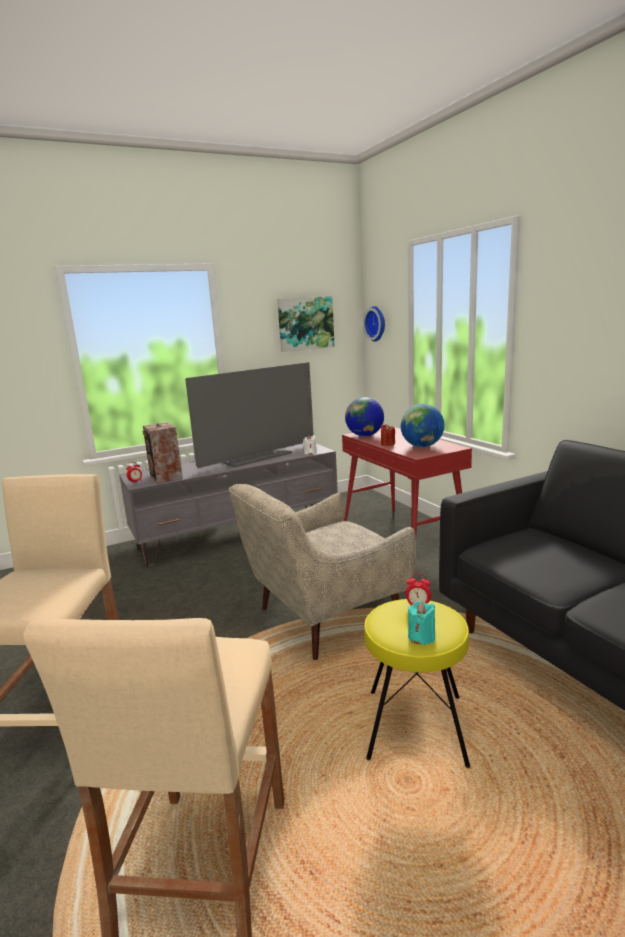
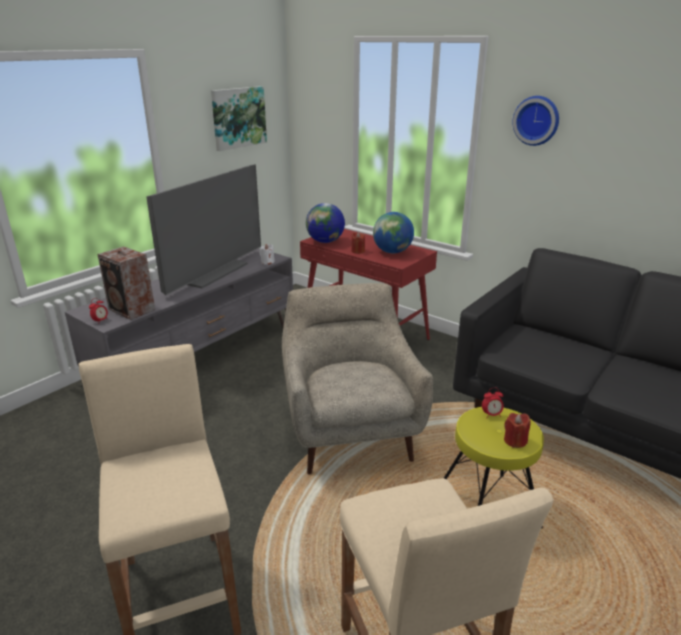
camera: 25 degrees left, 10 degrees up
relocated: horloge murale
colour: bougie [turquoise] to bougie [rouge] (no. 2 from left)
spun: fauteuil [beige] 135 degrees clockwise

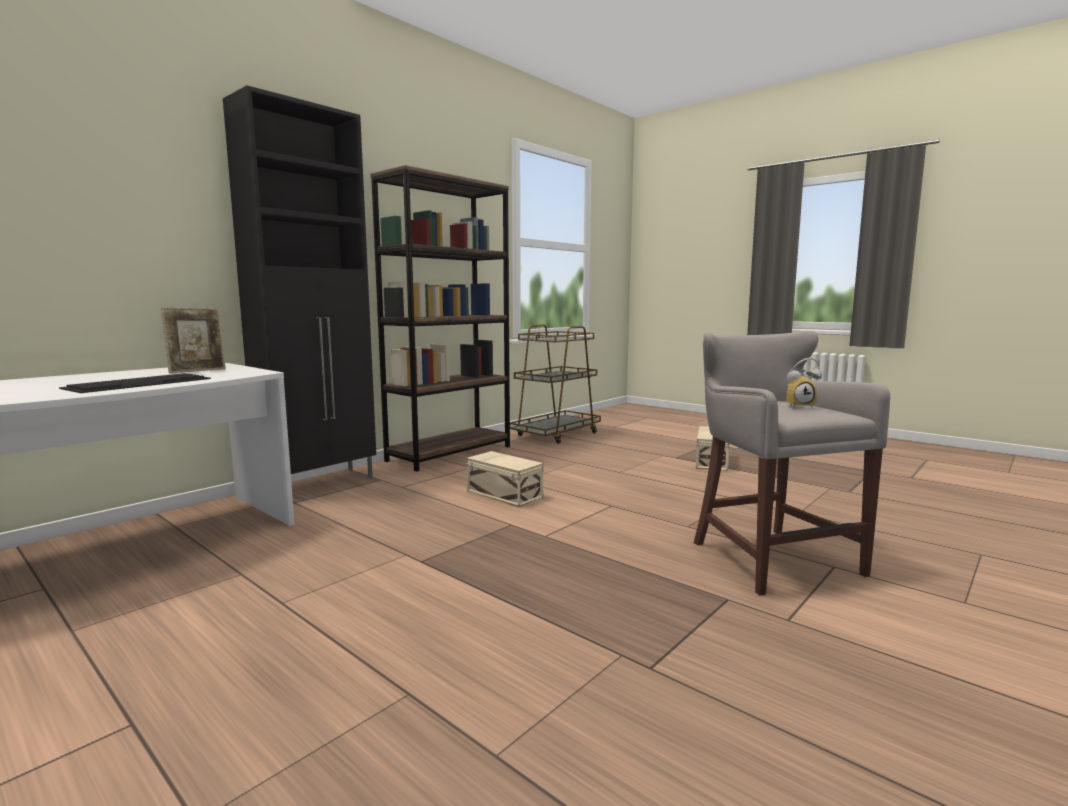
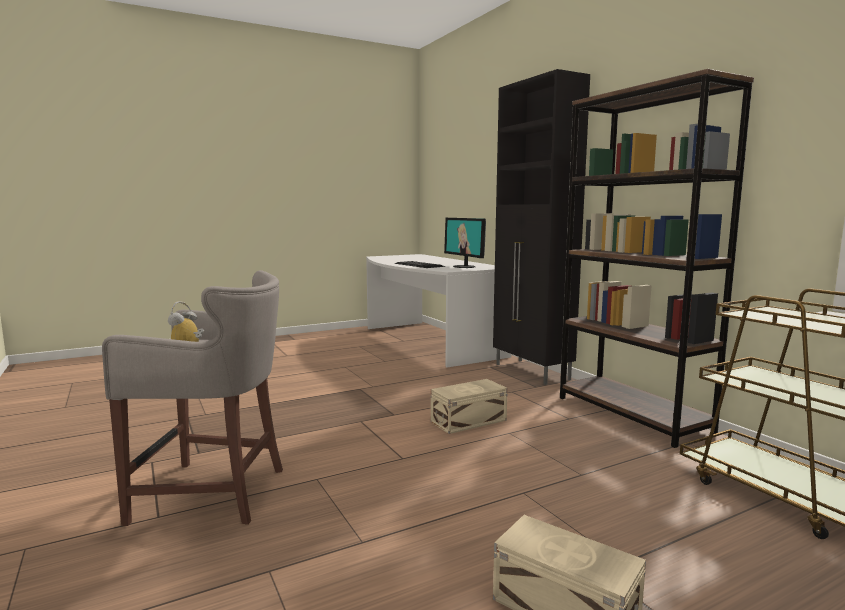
camera: 110 degrees right, 0 degrees up
exchanged: cadre photo to écran d'ordinateur

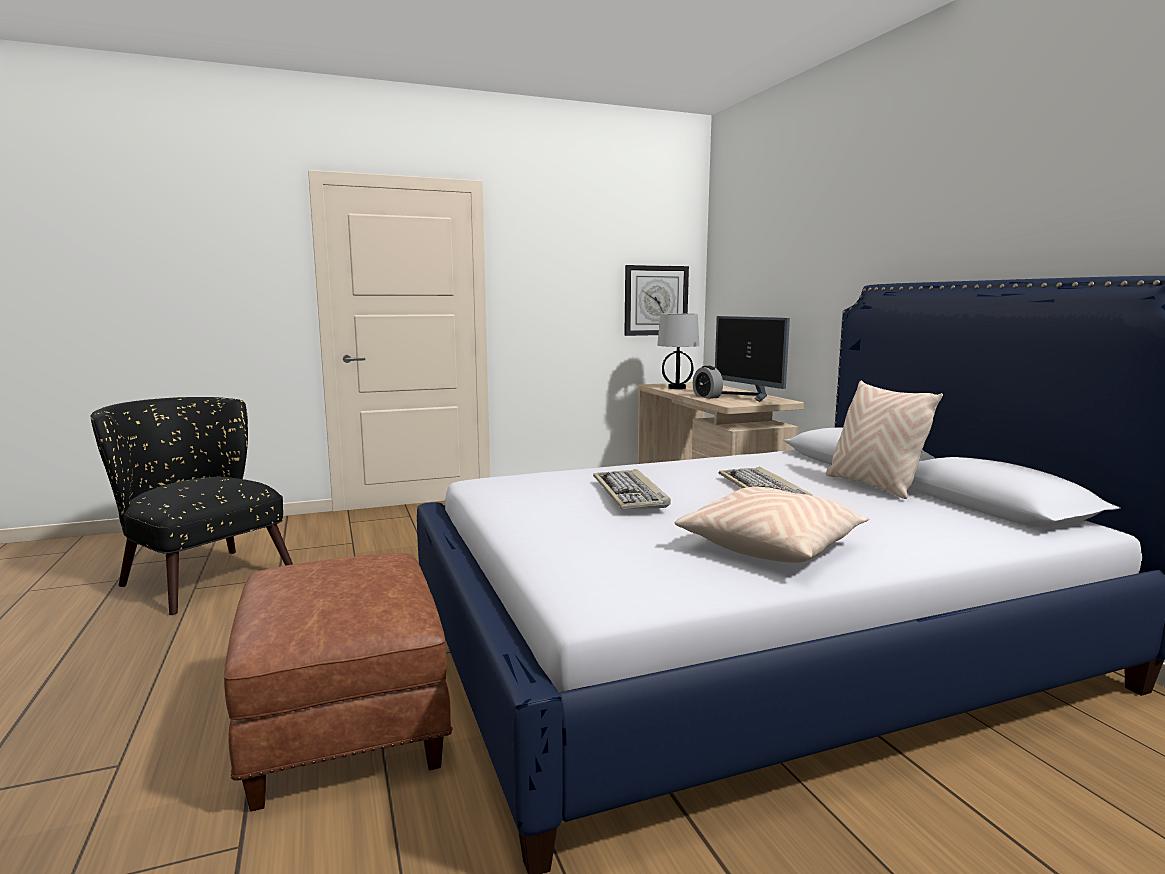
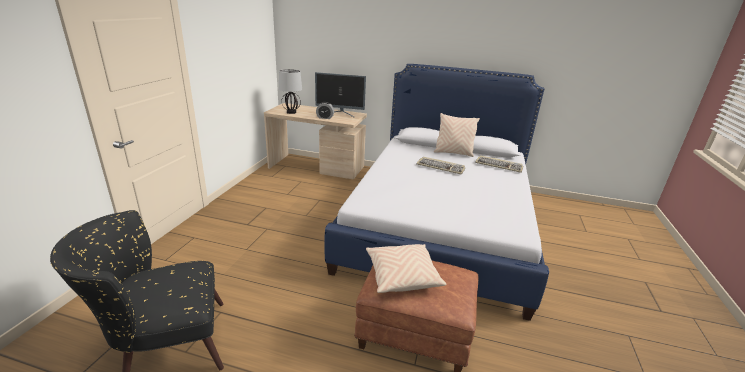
camera: 55 degrees left, 15 degrees up
missing: horloge murale
relocated: clavier (no. 1 from left in the first image) to clavier (no. 2 from left); coussin [beige] (no. 1 from left)

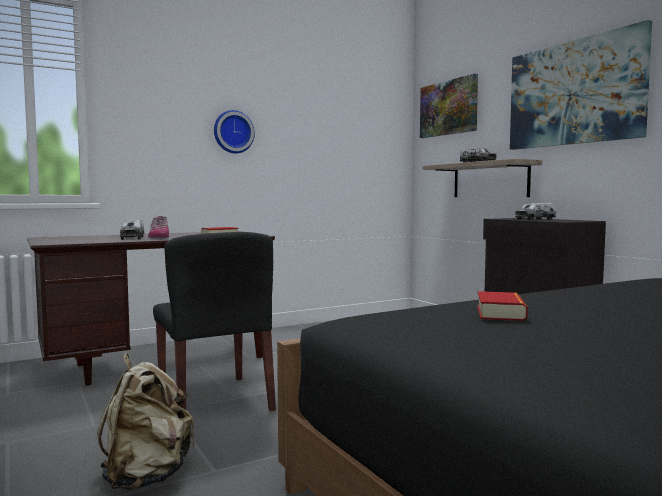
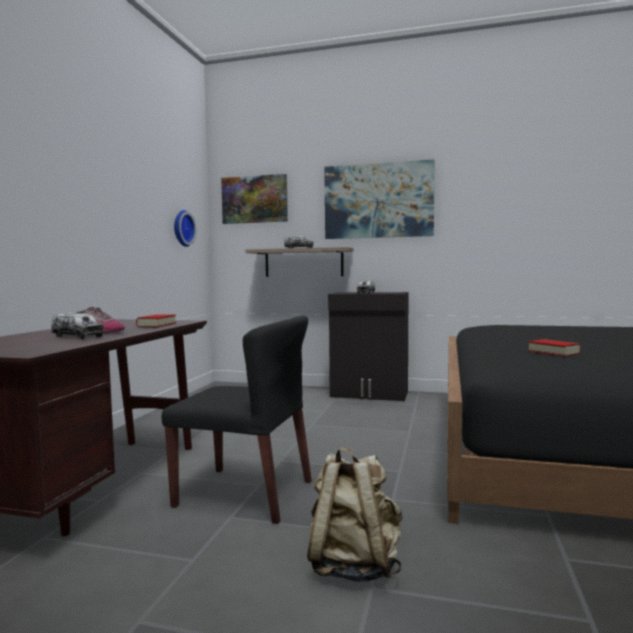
camera: 45 degrees left, 0 degrees up
relocated: horloge murale

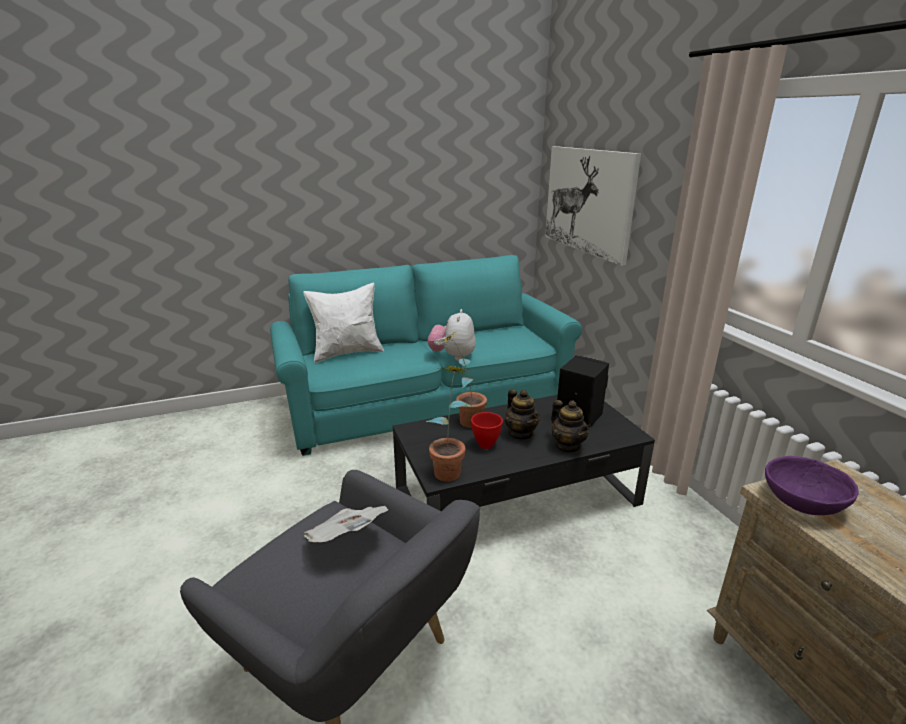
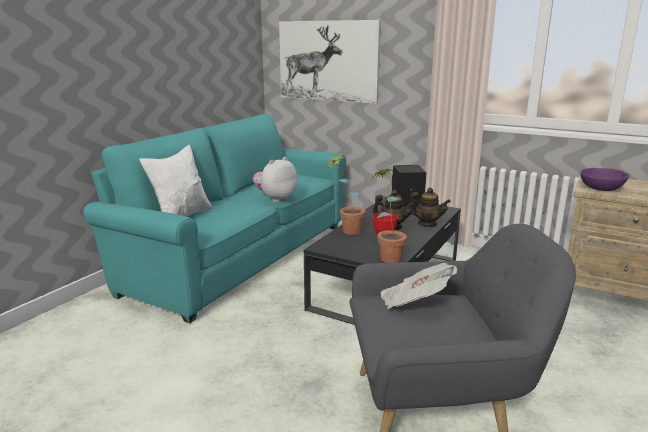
camera: 40 degrees left, 5 degrees down
spun: peluche 75 degrees clockwise

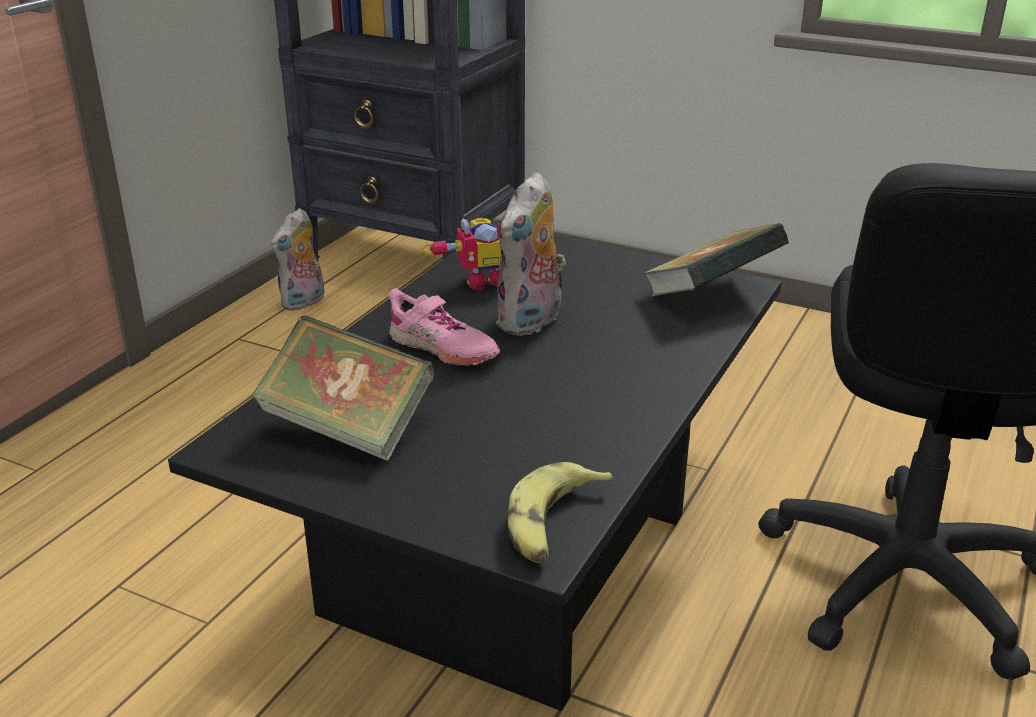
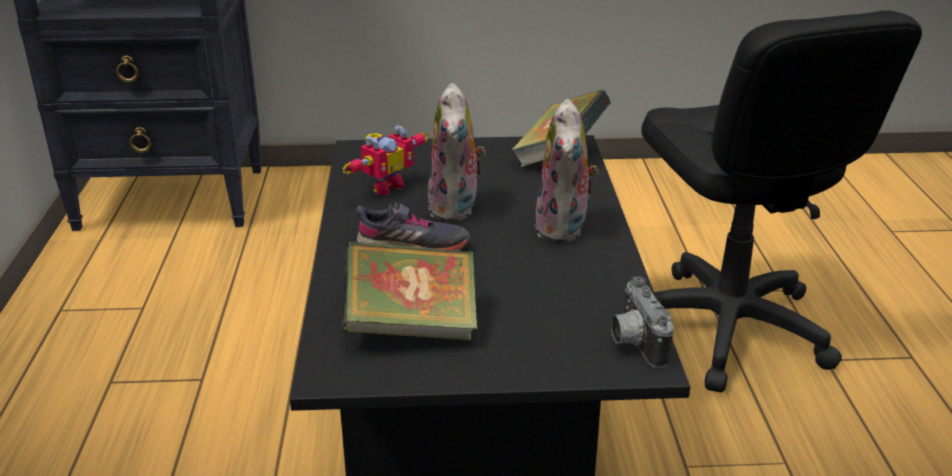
camera: 30 degrees left, 0 degrees up
relocated: peluche (no. 1 from left in the first image) to peluche (no. 2 from left)
exchanged: banane to appareil photo
colour: chaussure [rose] to chaussure [gris]

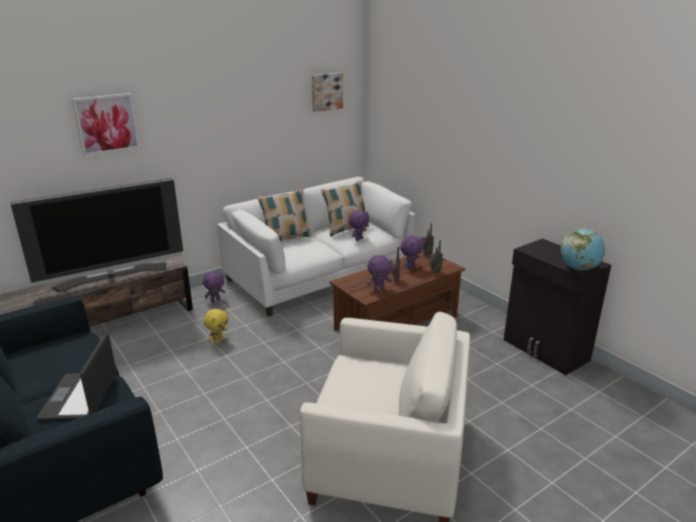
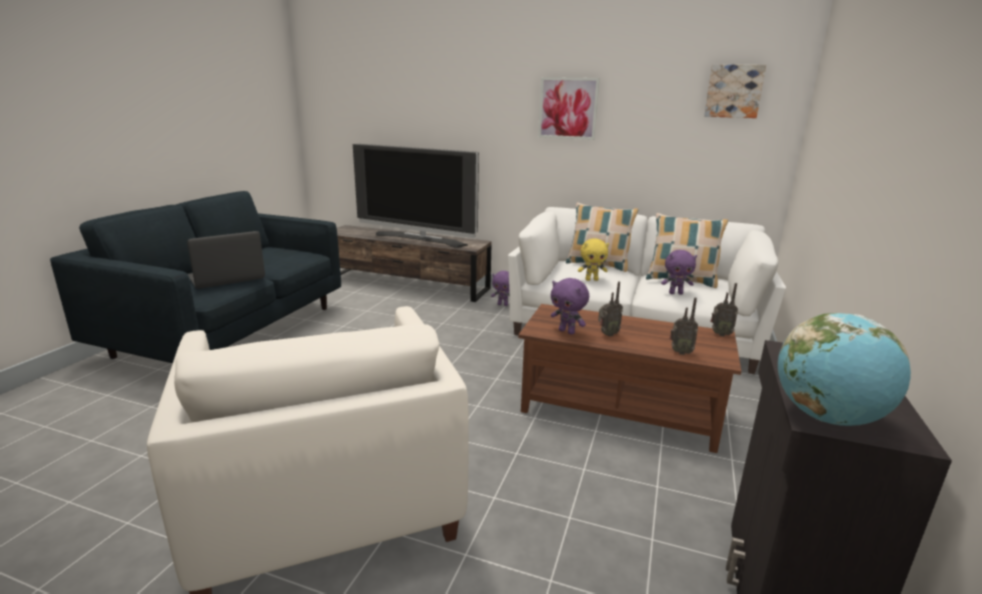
camera: 55 degrees right, 5 degrees down
missing: peluche [violet] (no. 4 from left)
relocated: tableau (no. 1 from left); peluche [jaune]

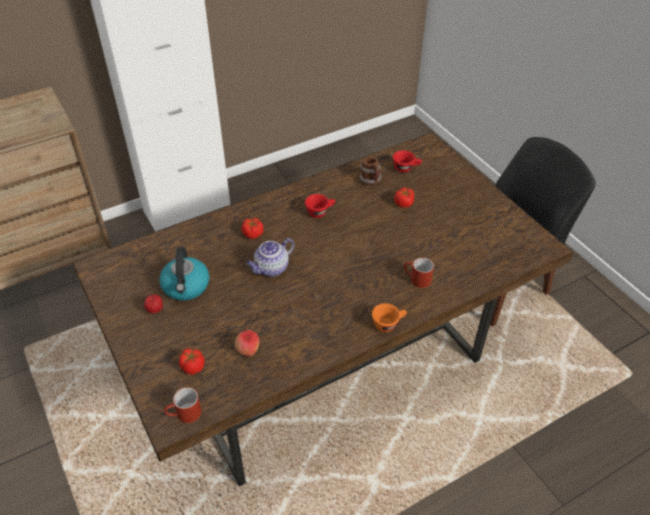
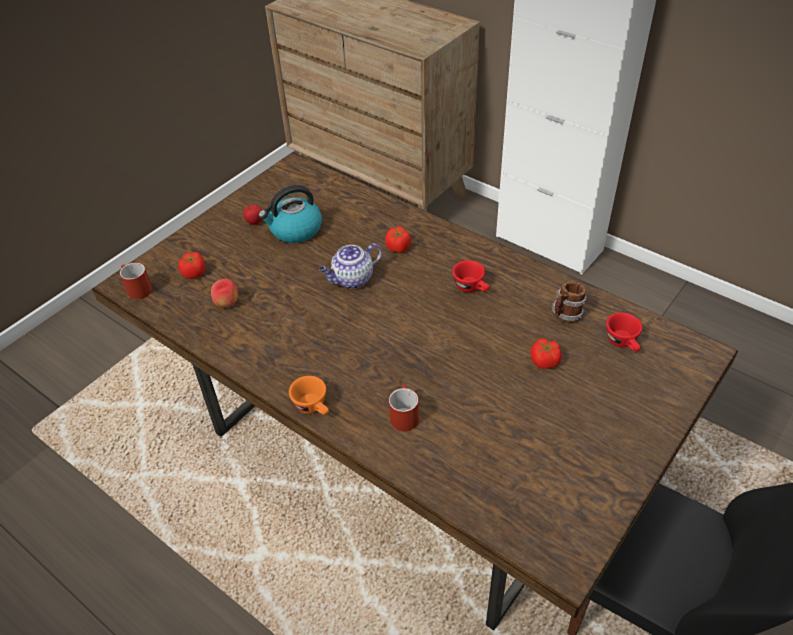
camera: 70 degrees right, 0 degrees up
spun: théière 60 degrees counterclockwise

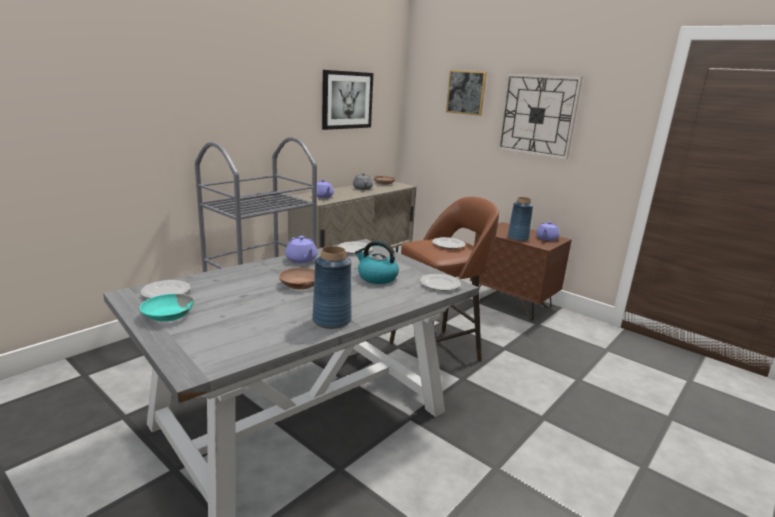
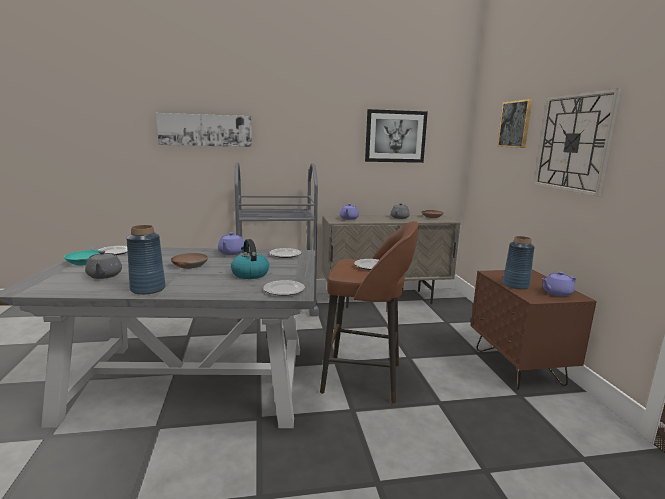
camera: 40 degrees right, 5 degrees down
appeared: théière [gris] (no. 1 from left); tableau (no. 1 from left)

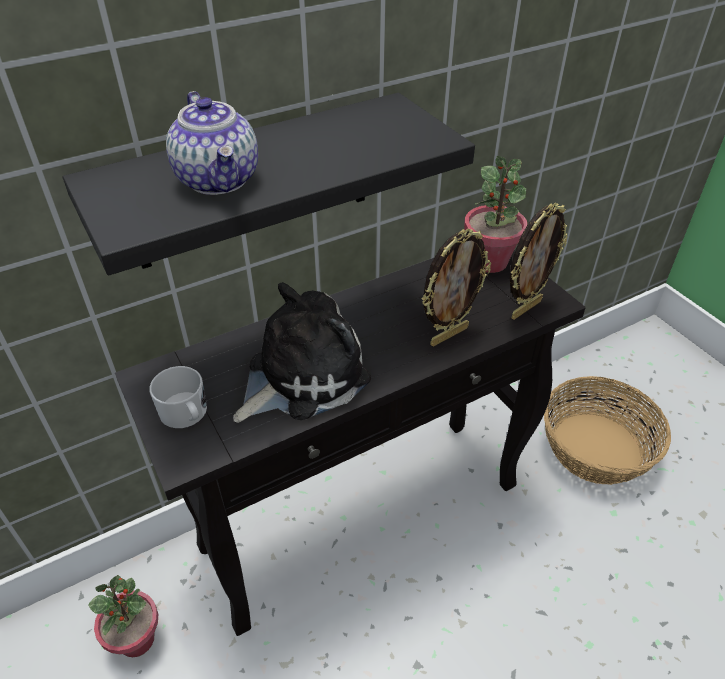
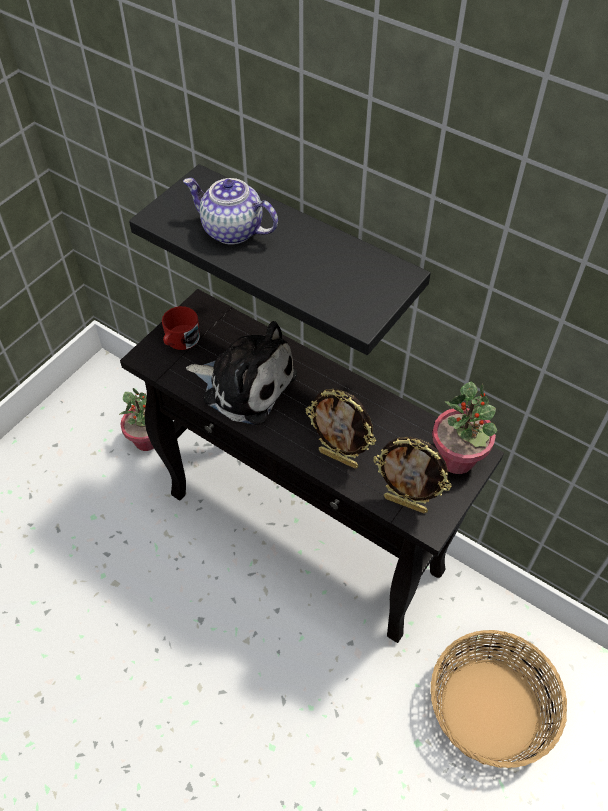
camera: 65 degrees right, 10 degrees up
colour: mug [blanc] to mug [rouge]
spun: théière 75 degrees clockwise

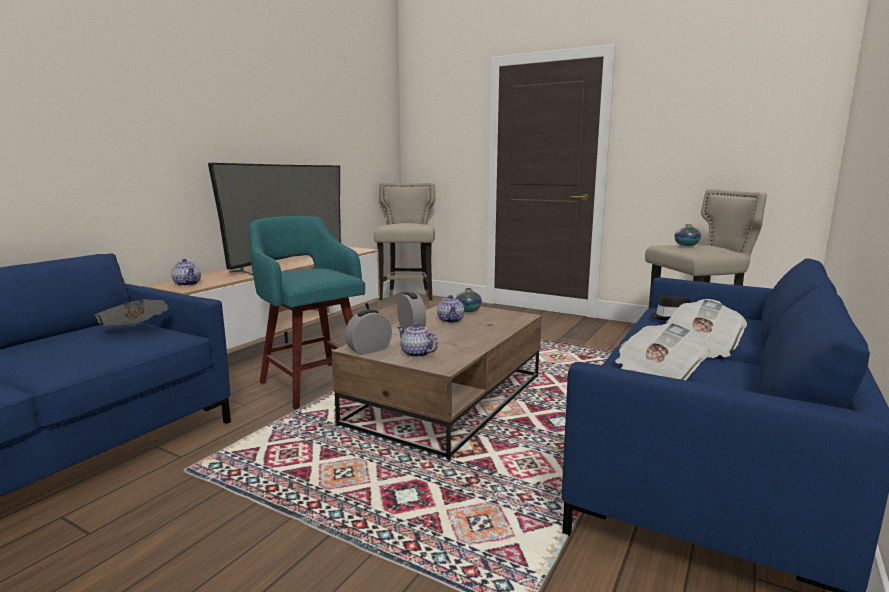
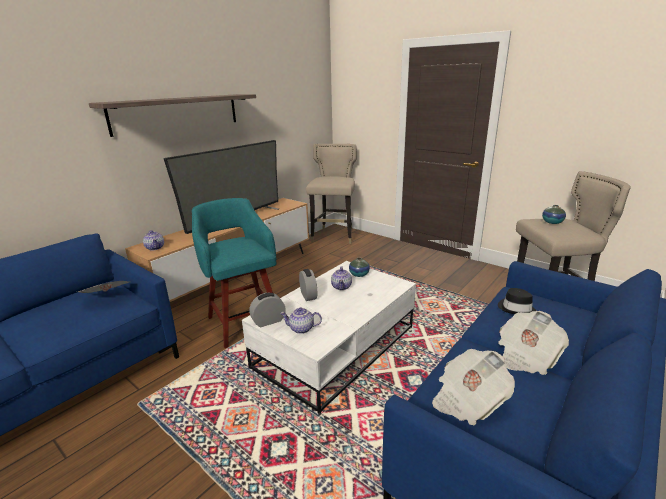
camera: 10 degrees right, 10 degrees up
appeared: étagère
colour: table basse [marron] to table basse [blanc]
spun: théière (no. 2 from left) 45 degrees counterclockwise

